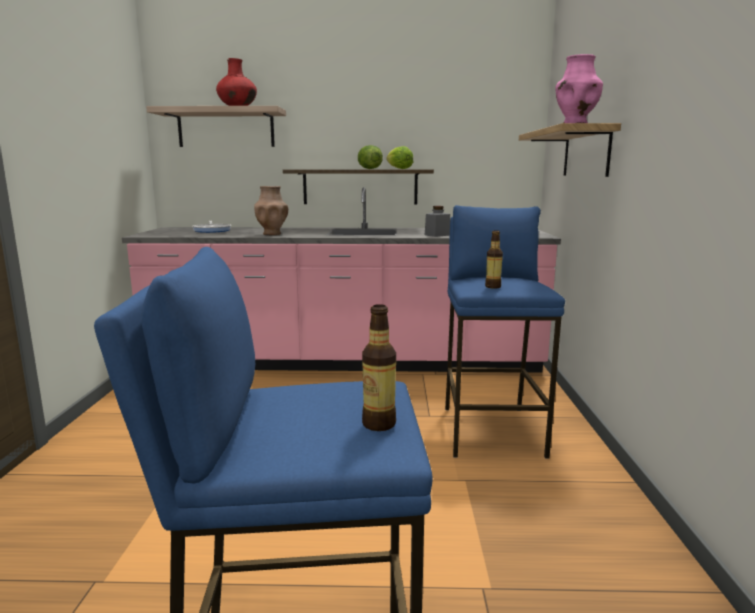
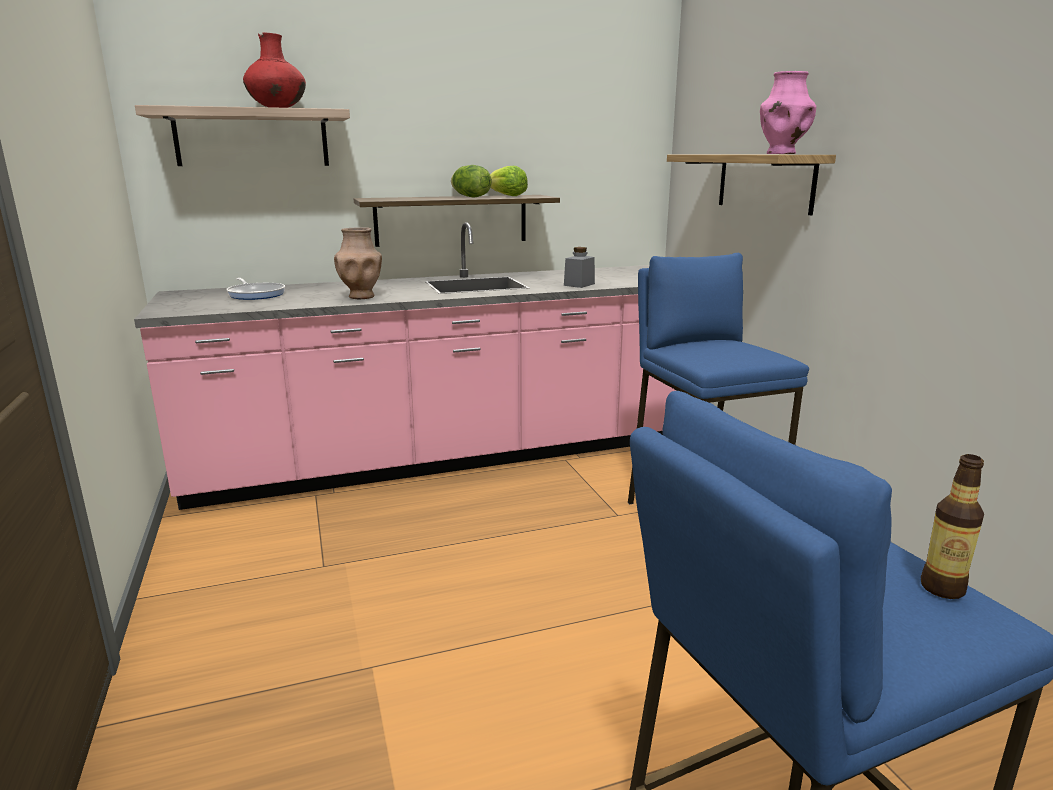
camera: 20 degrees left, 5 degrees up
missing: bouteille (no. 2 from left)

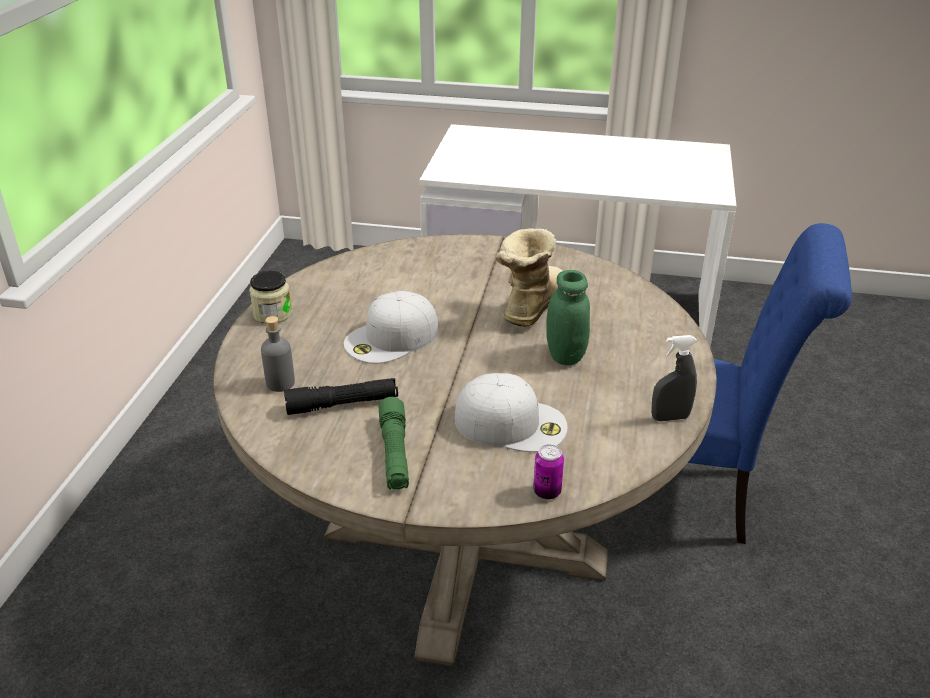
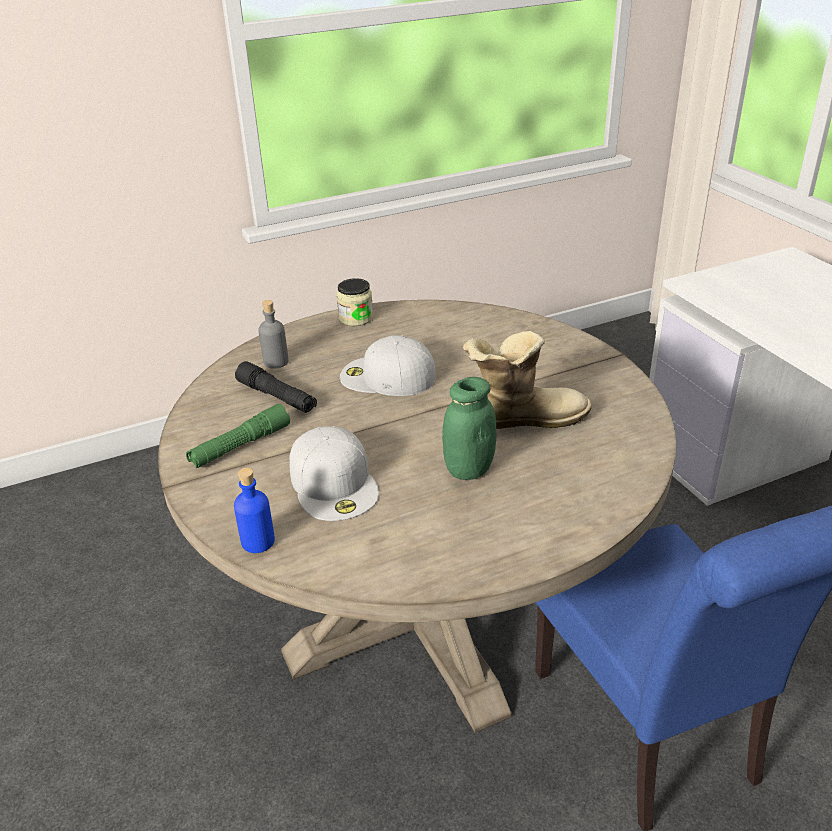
camera: 55 degrees right, 0 degrees up
missing: vaporisateur [gris]
exchanged: boîte métallique to bouteille [bleu]

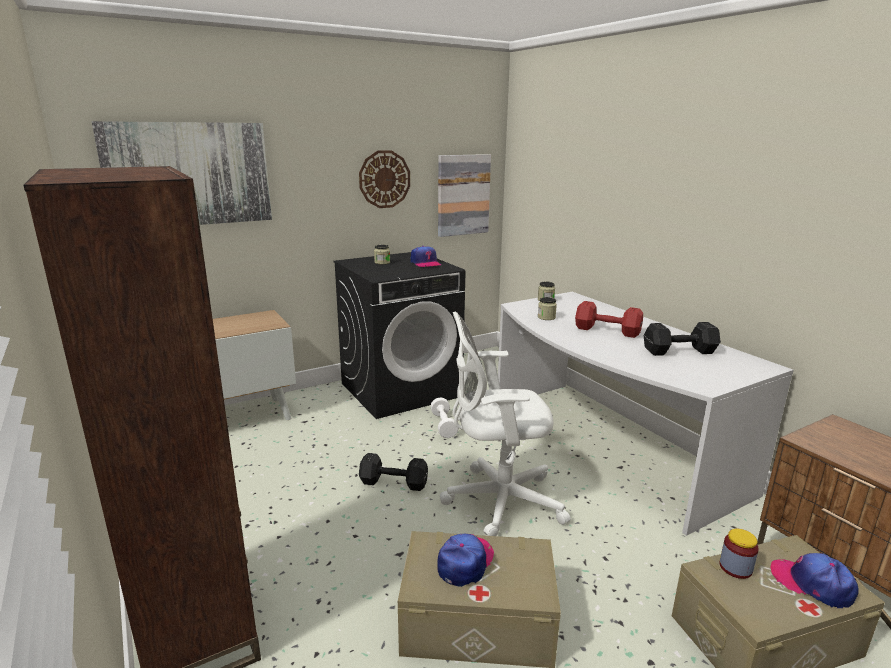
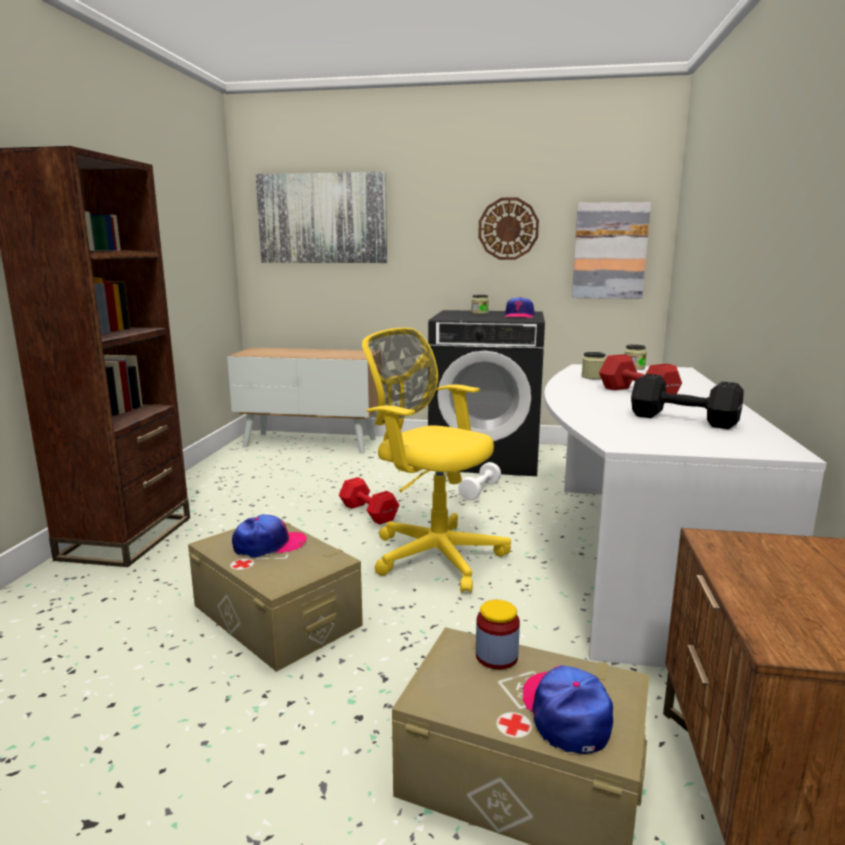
camera: 40 degrees right, 5 degrees down
colour: haltère [noir] (no. 1 from left) to haltère [rouge] (no. 1 from left); chaise de bureau [blanc] to chaise de bureau [jaune]

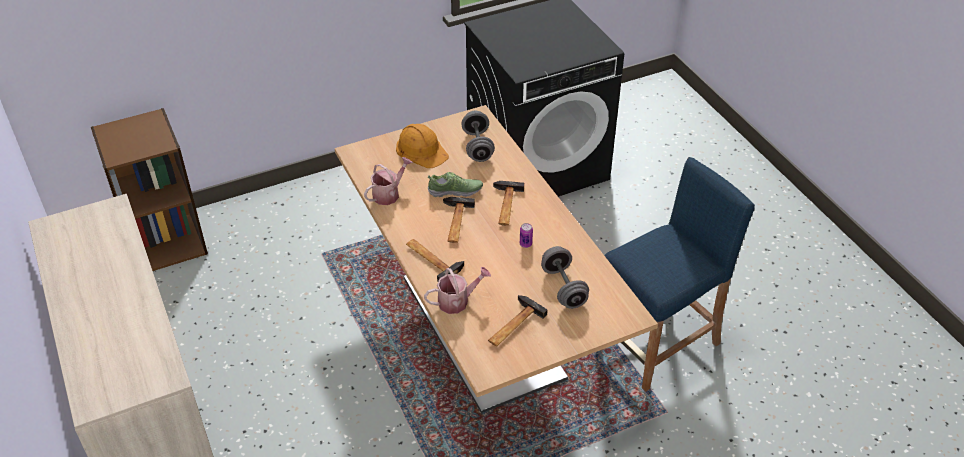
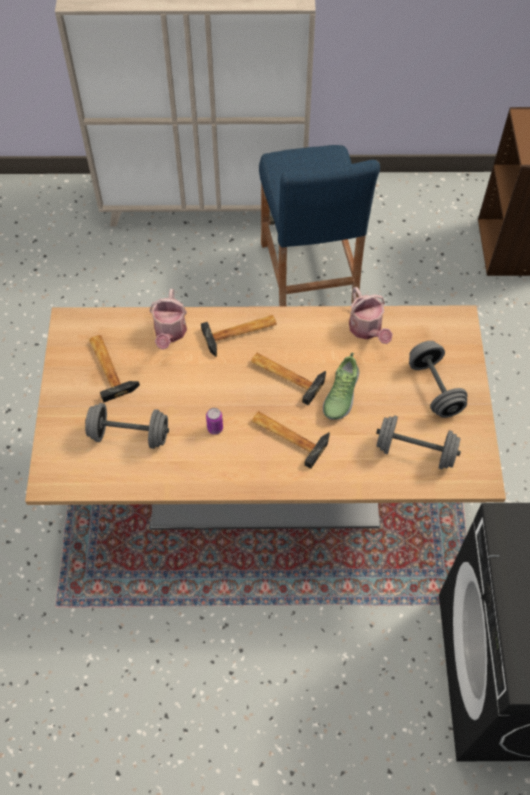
camera: 115 degrees right, 15 degrees up
relocated: tabouret [bleu]
exchanged: casque de chantier [orange] to haltère [gris] (no. 3 from left)

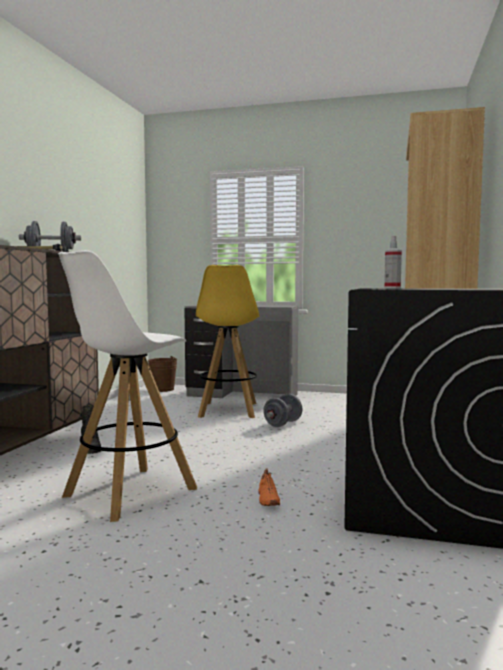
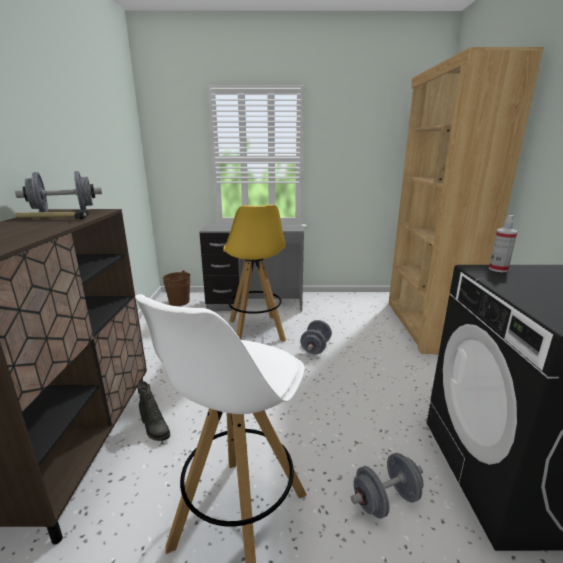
camera: 15 degrees left, 15 degrees up
exchanged: chaussure [orange] to haltère [gris] (no. 3 from left)

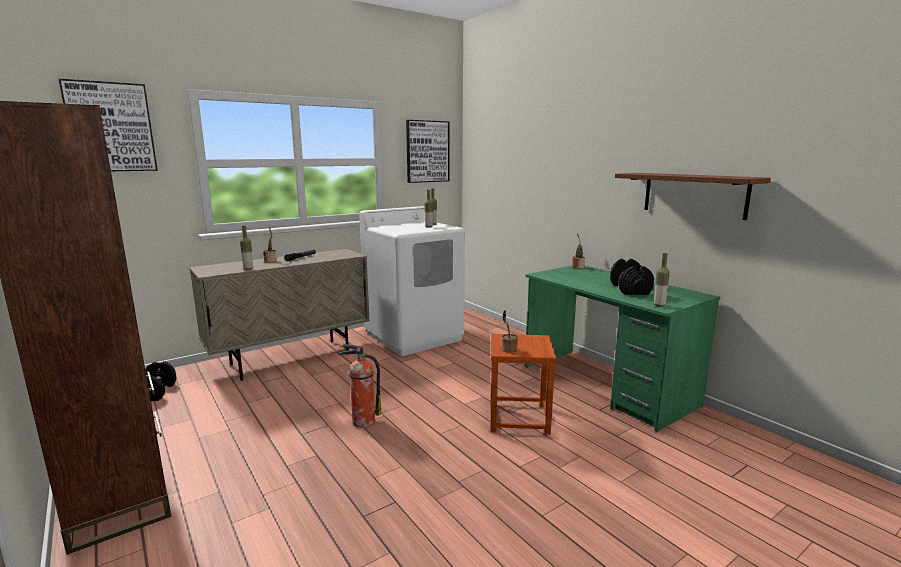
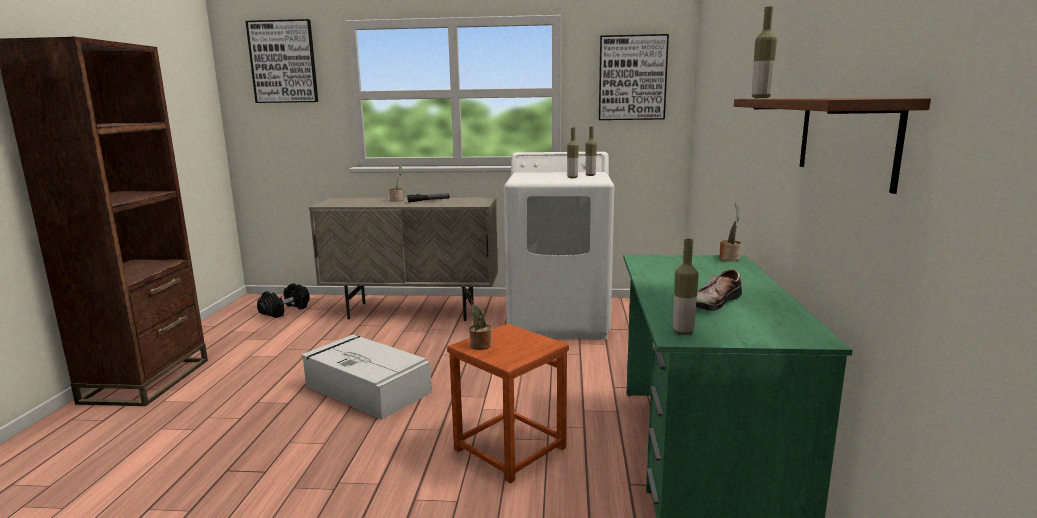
camera: 40 degrees right, 0 degrees up
relocated: bouteille (no. 1 from left in the first image) to bouteille (no. 4 from left)
exchanged: extincteur to boîte de rangement [gris]; haltère [noir] (no. 2 from left) to chaussure

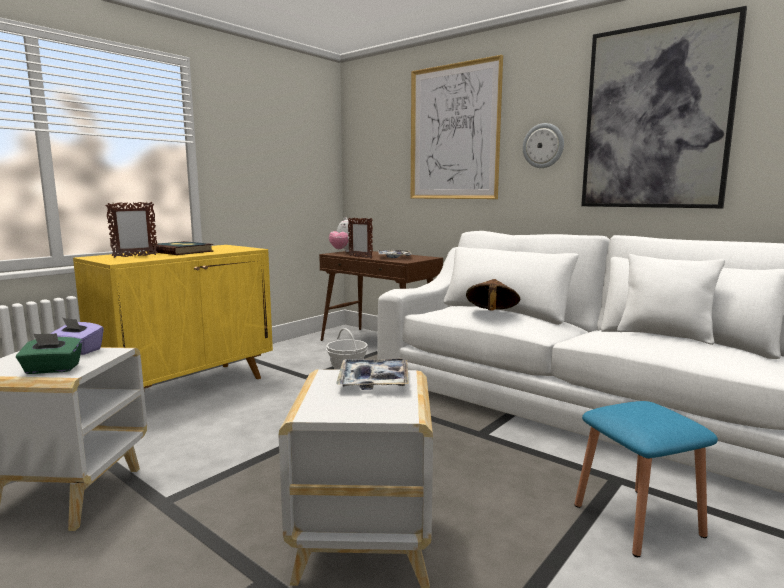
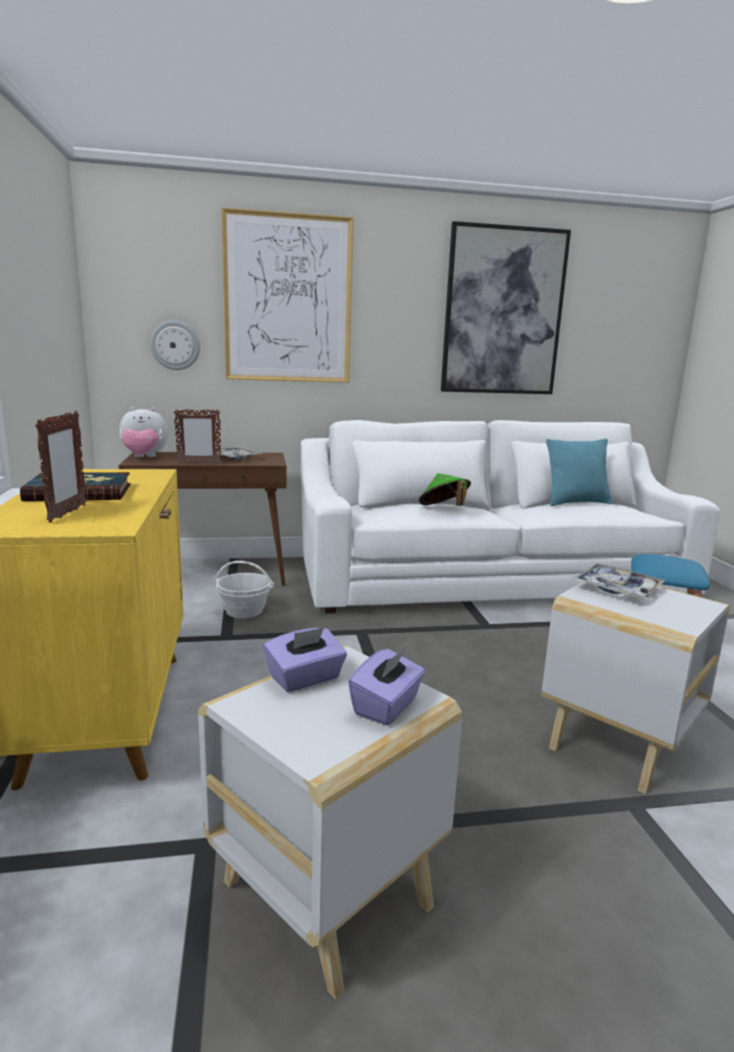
camera: 50 degrees left, 5 degrees up
relocated: horloge murale
colour: boîte à mouchoirs [vert] to boîte à mouchoirs [violet] (no. 2 from left); chapeau [marron] to chapeau [vert]; coussin [blanc] to coussin [turquoise]

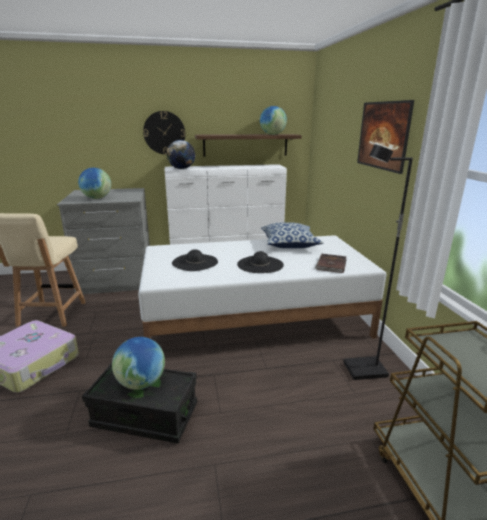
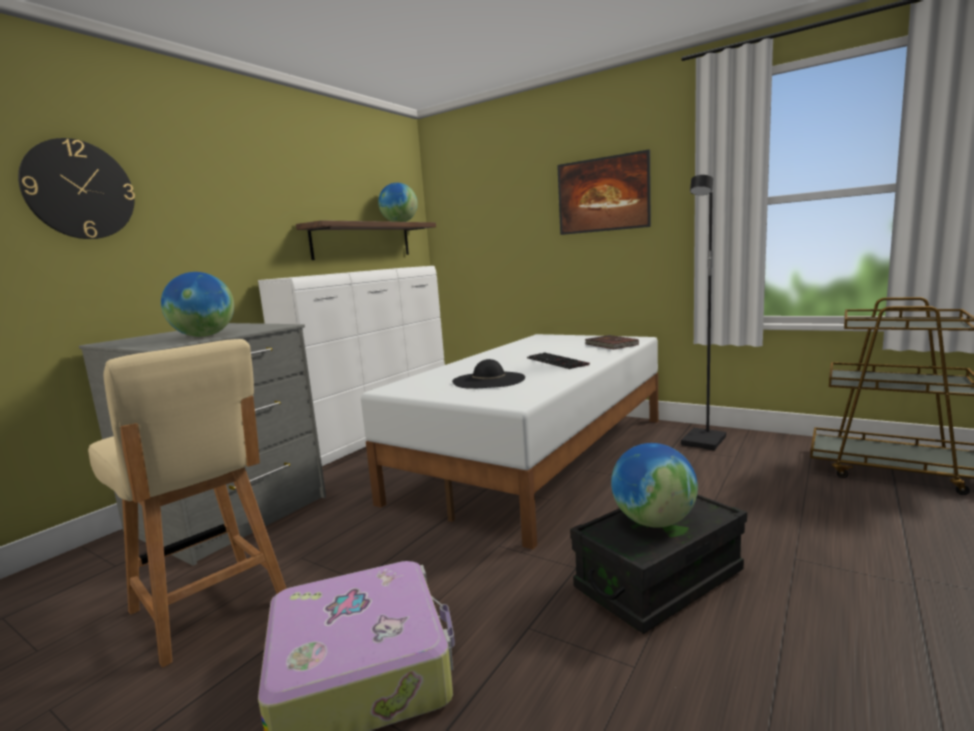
camera: 45 degrees left, 10 degrees down
missing: globe (no. 3 from left); coussin
relocated: horloge murale
exchanged: chapeau [noir] (no. 2 from left) to clavier

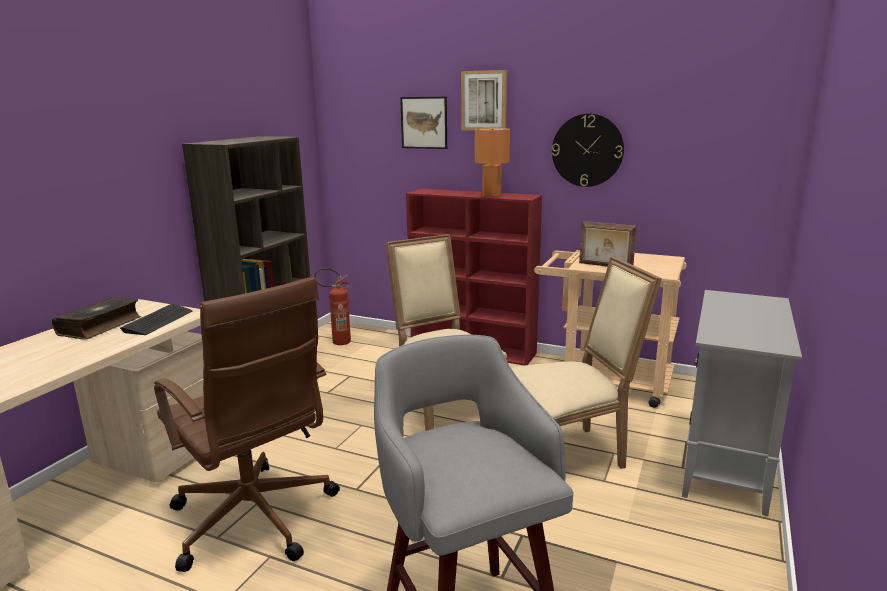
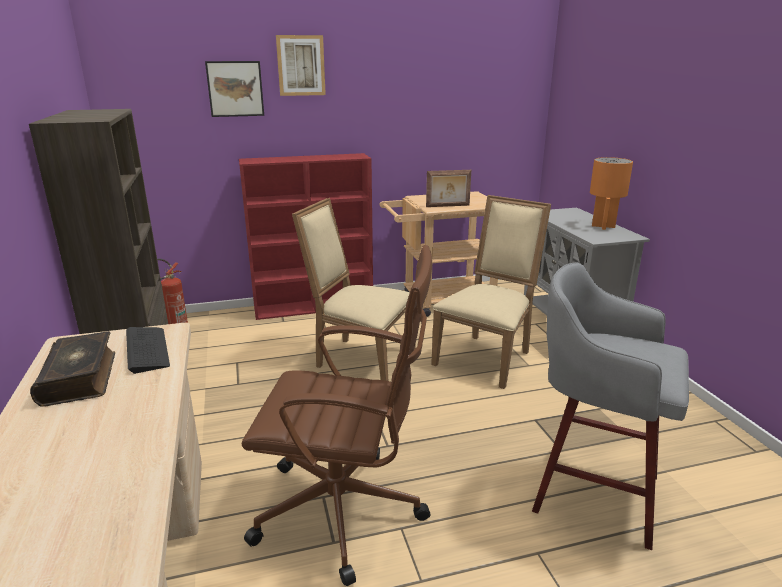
camera: 40 degrees left, 5 degrees up
missing: horloge murale
relocated: lampe de table [orange]

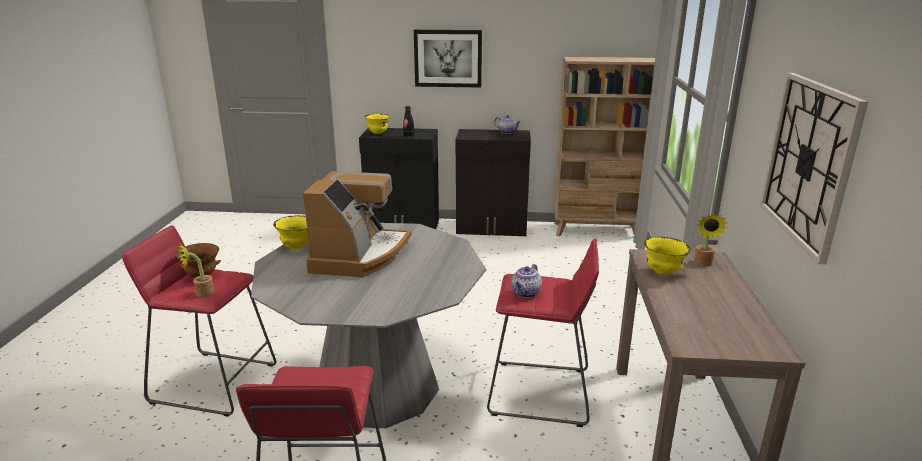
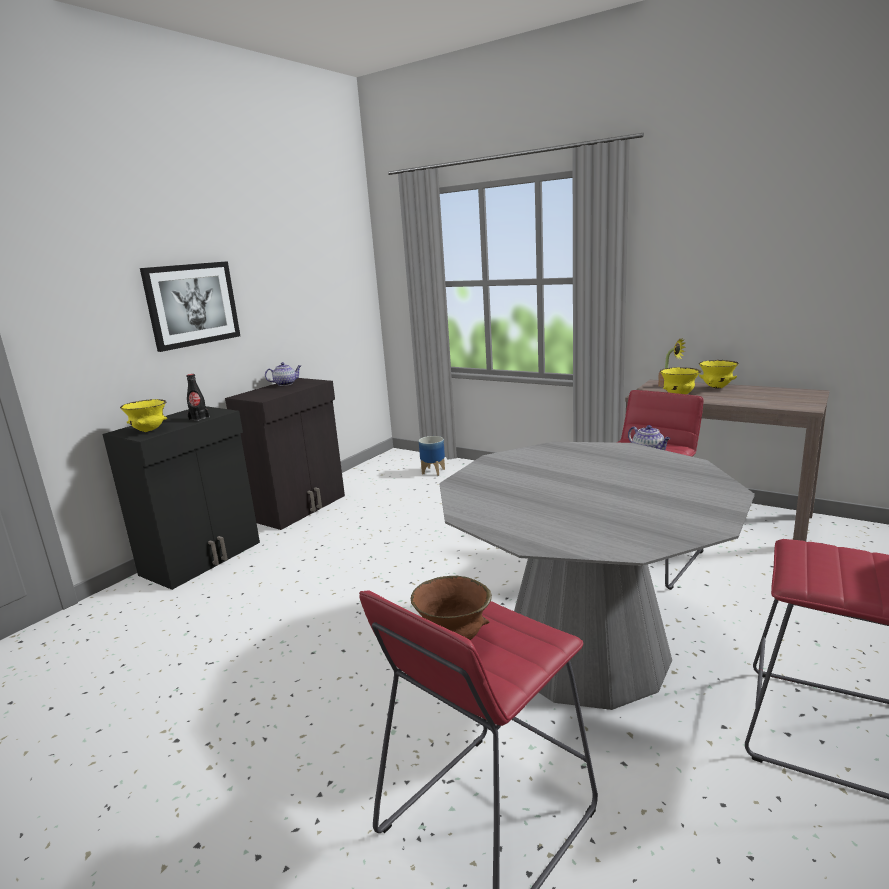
camera: 60 degrees left, 5 degrees down
missing: plante en pot (no. 1 from left); machine à café; bibliothèque [beige]; horloge murale
appeared: cache-pot
relocated: bol [jaune] (no. 1 from left in the first image) to bol [jaune] (no. 3 from left)

